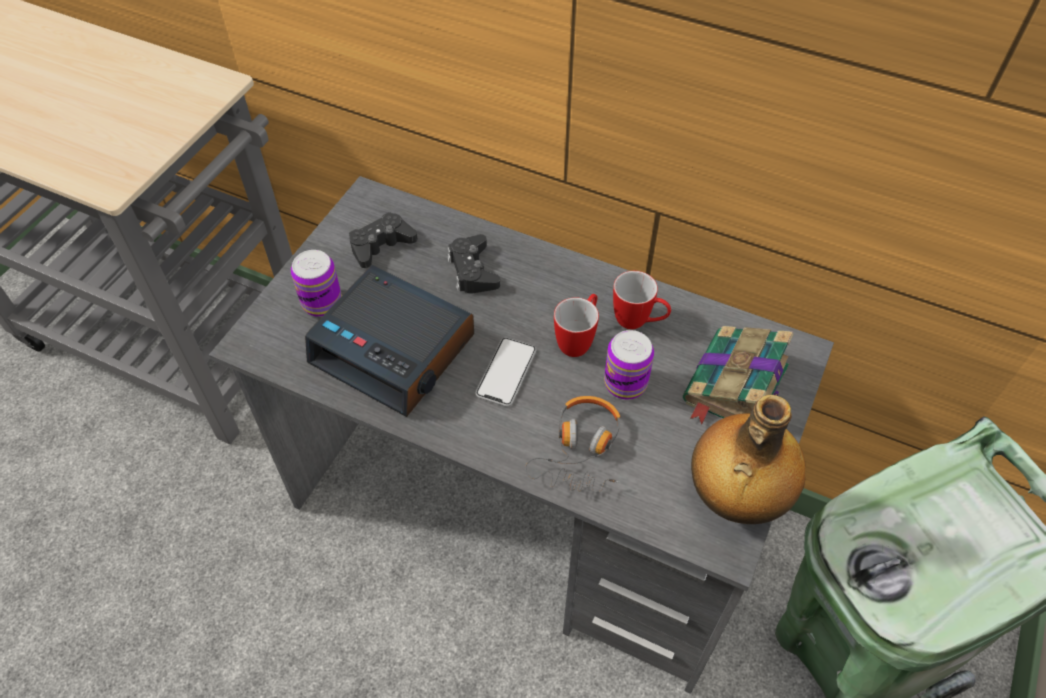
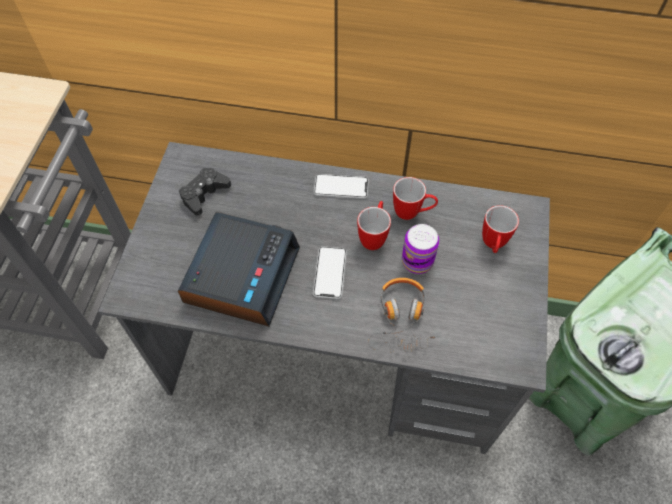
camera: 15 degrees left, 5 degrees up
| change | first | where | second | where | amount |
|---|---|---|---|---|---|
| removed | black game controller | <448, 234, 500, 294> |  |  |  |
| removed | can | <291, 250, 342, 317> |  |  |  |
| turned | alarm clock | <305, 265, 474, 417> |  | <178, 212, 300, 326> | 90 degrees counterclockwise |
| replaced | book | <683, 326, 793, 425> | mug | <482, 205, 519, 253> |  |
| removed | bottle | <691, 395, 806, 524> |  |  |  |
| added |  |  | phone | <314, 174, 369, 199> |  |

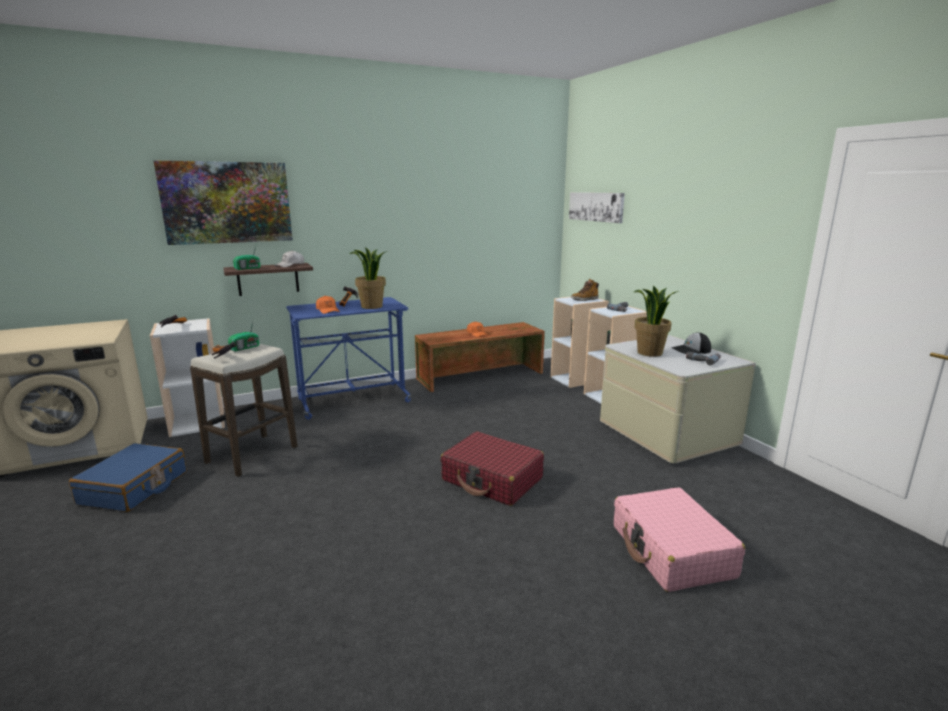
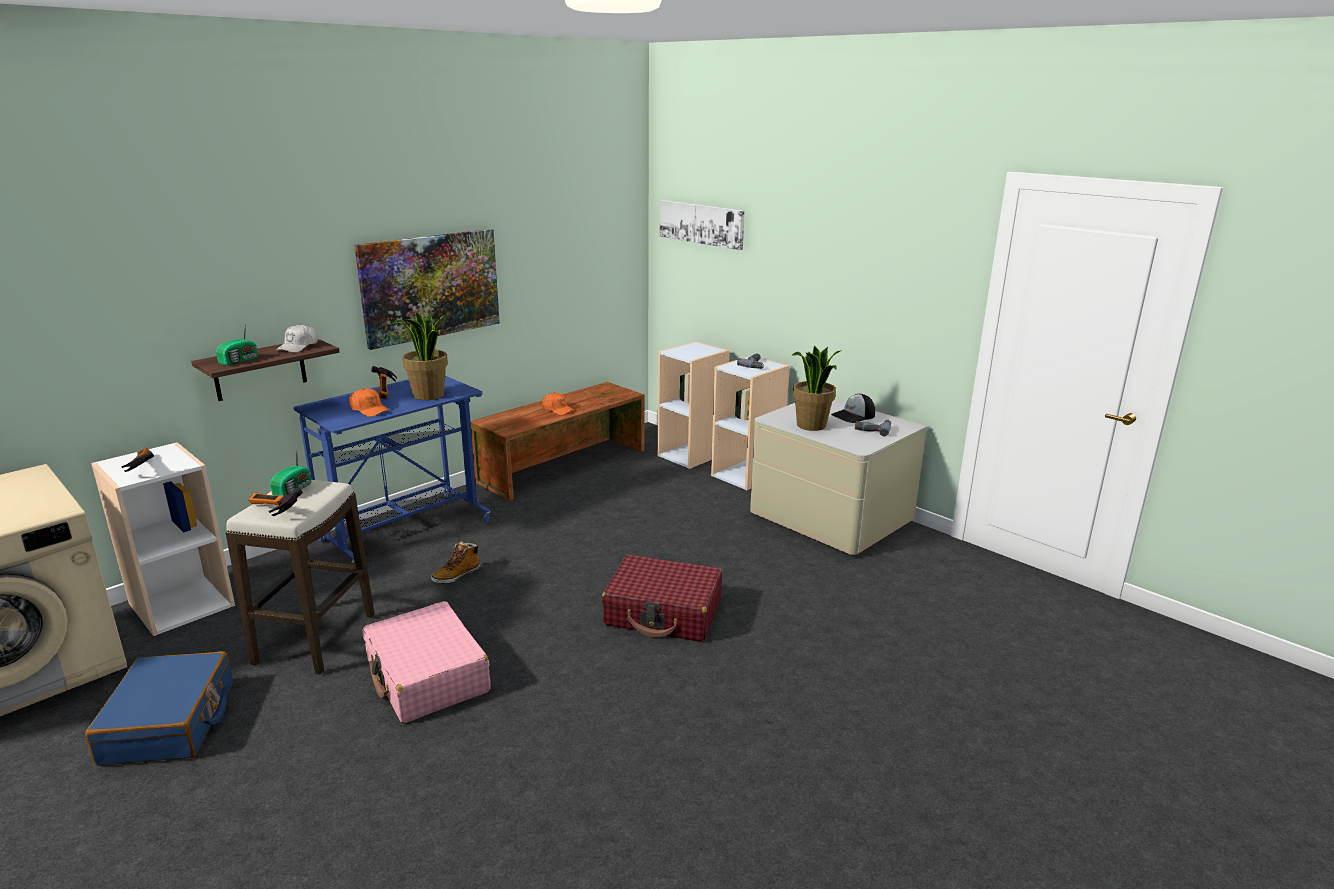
camera: 20 degrees left, 5 degrees up
| change | first | where | second | where | amount |
|---|---|---|---|---|---|
| moved | picture | <153, 160, 293, 245> |  | <355, 229, 500, 350> |  |
| moved | boot | <571, 279, 599, 301> |  | <431, 541, 480, 584> |  |
| moved | pink suitcase | <614, 487, 745, 592> |  | <362, 601, 491, 723> |  |

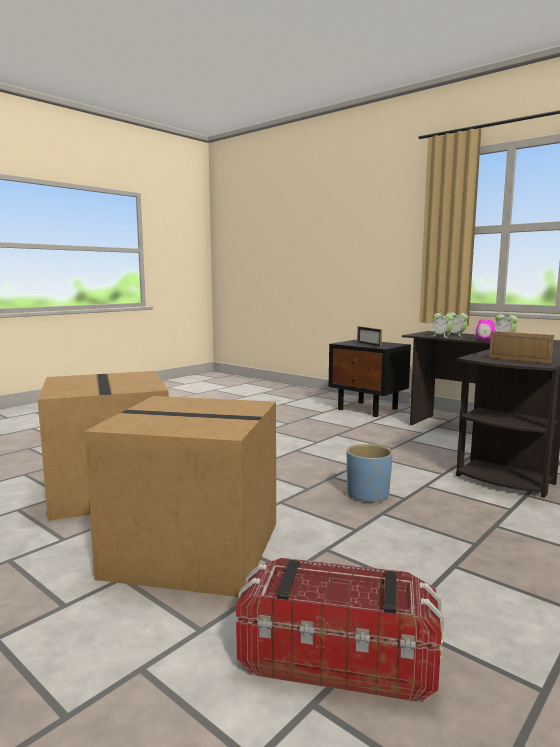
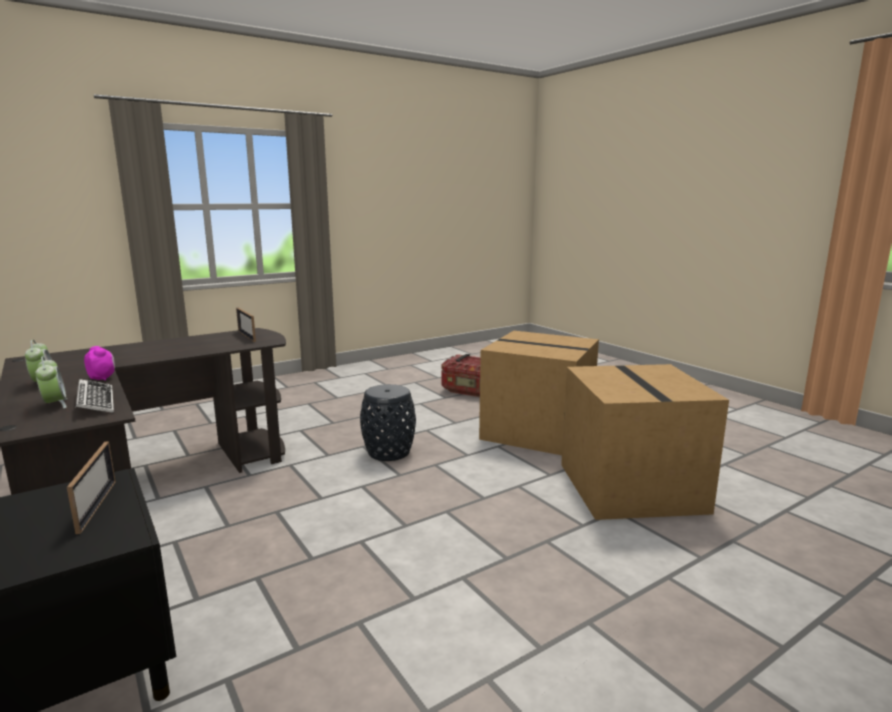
camera: 165 degrees left, 5 degrees up
| change | first | where | second | where | amount |
|---|---|---|---|---|---|
| replaced | alarm clock | <432, 310, 454, 337> | keyboard | <75, 379, 114, 413> |  |
| replaced | blue planter | <347, 444, 393, 503> | black stool | <360, 384, 416, 461> |  |

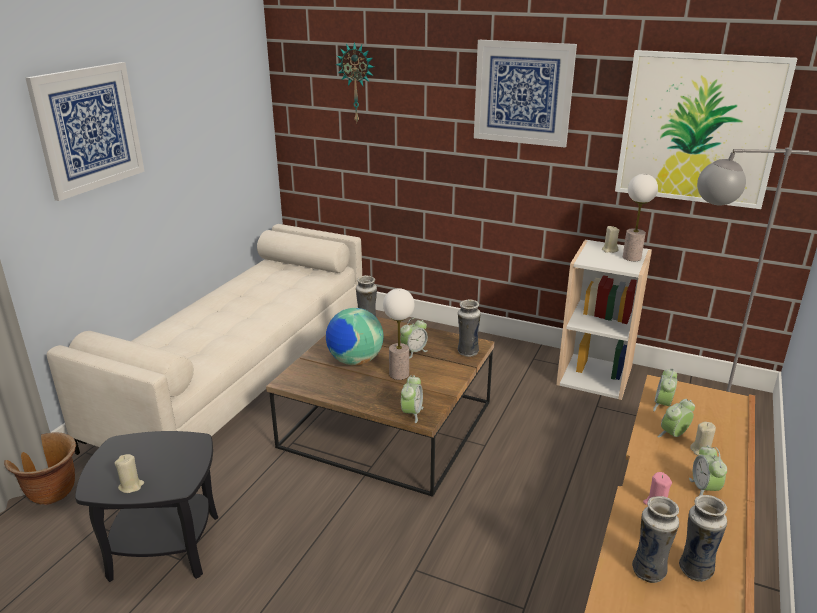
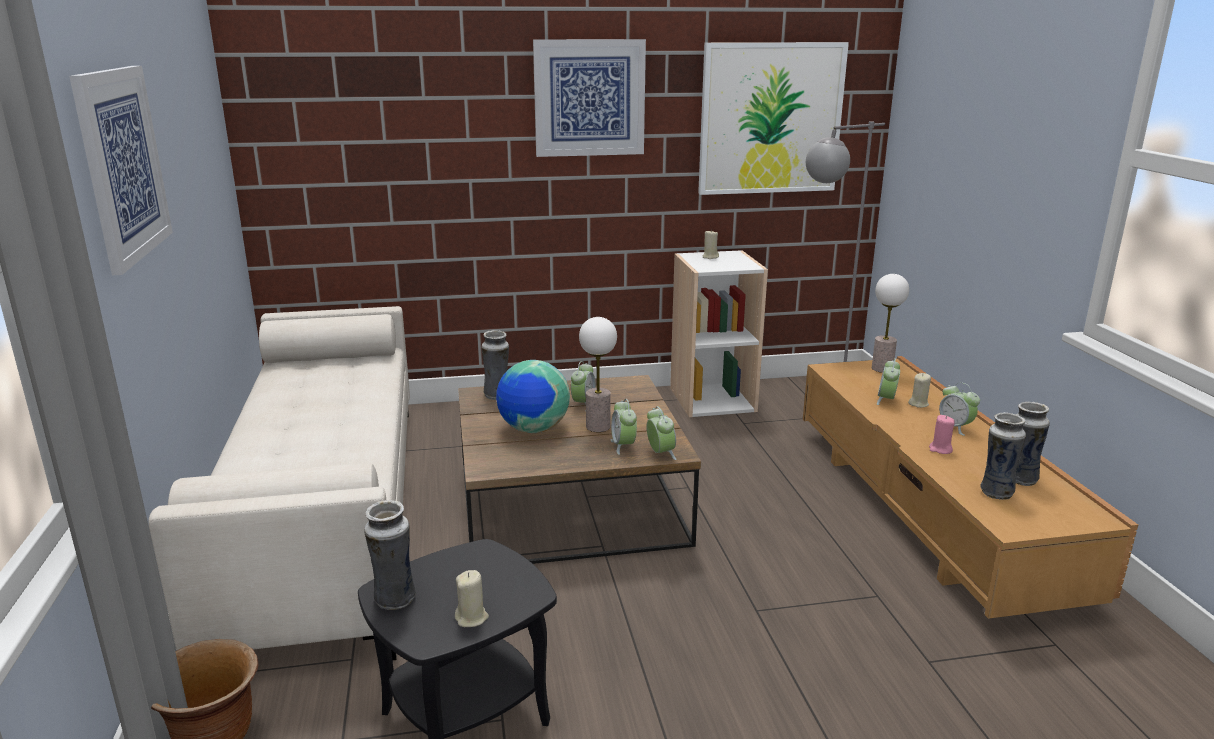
camera: 35 degrees left, 5 degrees down
| change | first | where | second | where | amount |
|---|---|---|---|---|---|
| removed | wall clock | <336, 42, 374, 123> |  |  |  |
| moved | table lamp | <623, 174, 658, 261> |  | <872, 274, 909, 373> |  |
| moved | vase | <458, 299, 481, 357> |  | <364, 500, 416, 610> |  |
| moved | alarm clock | <653, 369, 677, 412> |  | <611, 399, 637, 455> |  |

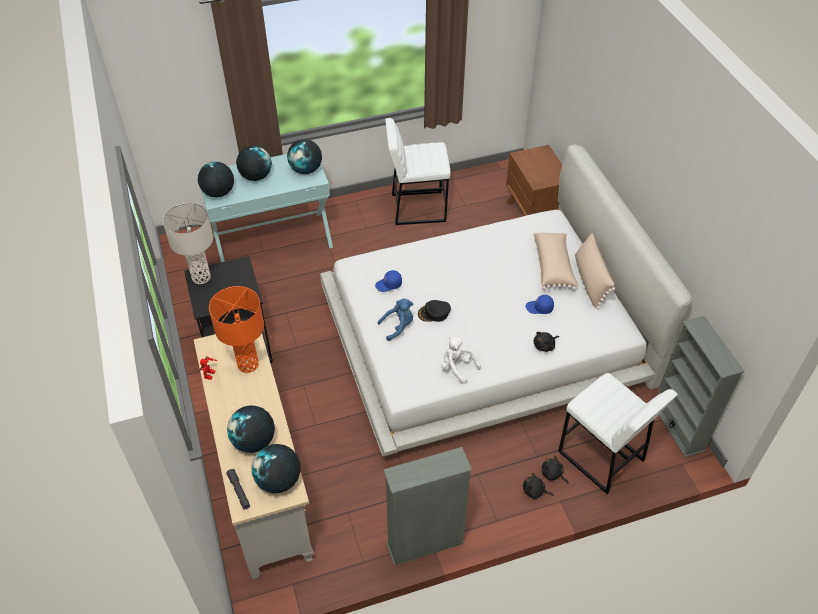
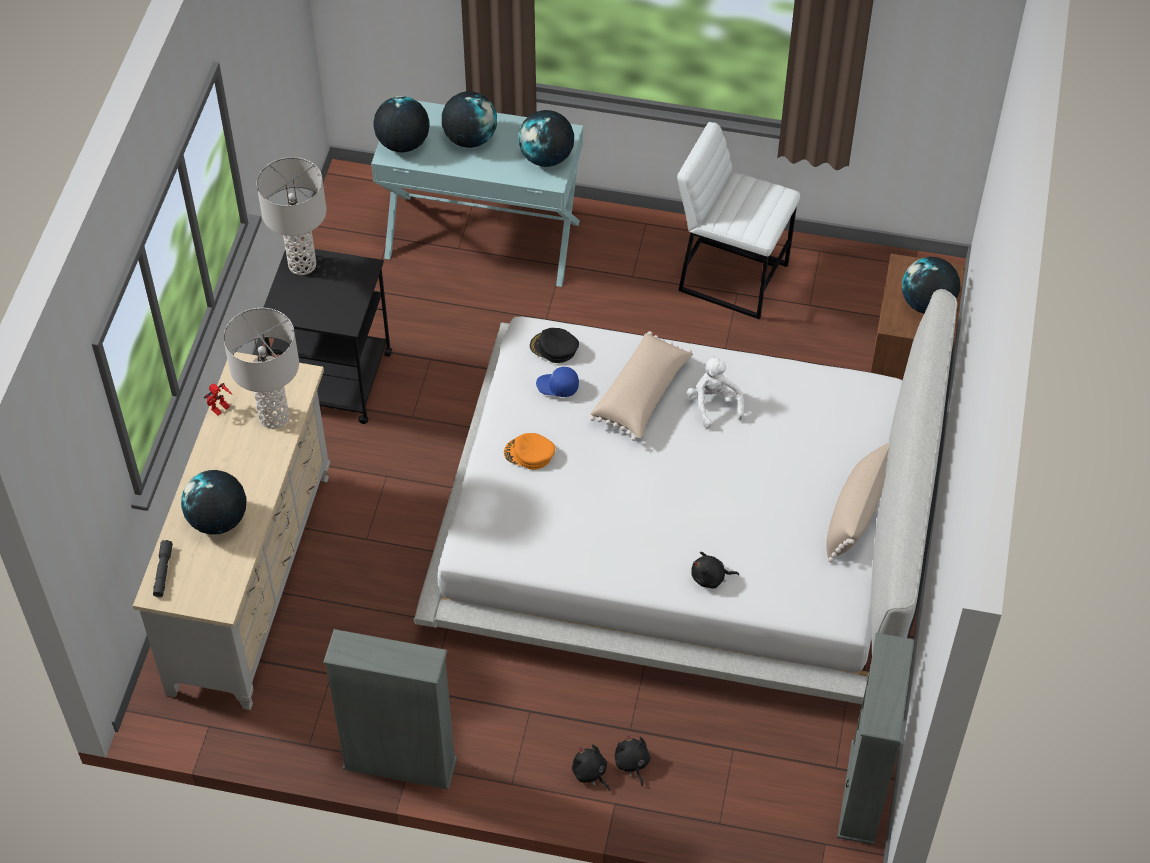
camera: 30 degrees right, 5 degrees up
| change | first | where | second | where | amount |
|---|---|---|---|---|---|
| moved | beige pillow | <534, 232, 578, 290> |  | <590, 331, 693, 441> |  |
| recoloured | orange table lamp | <209, 286, 264, 373> | white table lamp | <223, 308, 299, 429> |  |
| removed | blue cap | <526, 295, 554, 314> |  |  |  |
| replaced | blue plush toy | <377, 298, 414, 341> | orange cap | <504, 433, 555, 470> |  |
| moved | black cap | <418, 300, 451, 322> |  | <530, 328, 579, 363> |  |
| moved | white plush toy | <441, 337, 481, 384> |  | <687, 356, 744, 428> |  |
| removed | white chair | <558, 373, 678, 494> |  |  |  |
| moved | globe | <252, 444, 301, 493> |  | <902, 257, 960, 314> |  |

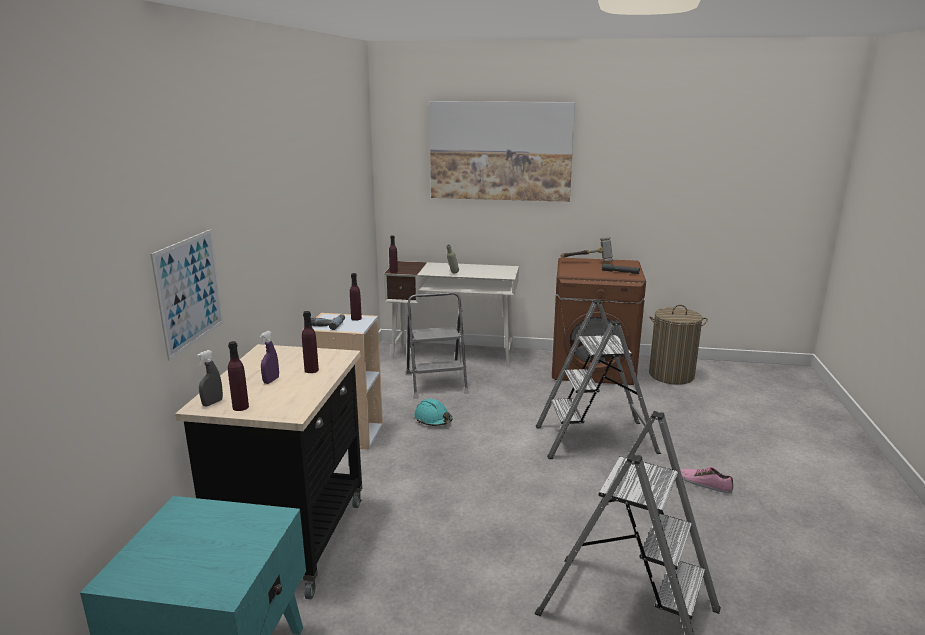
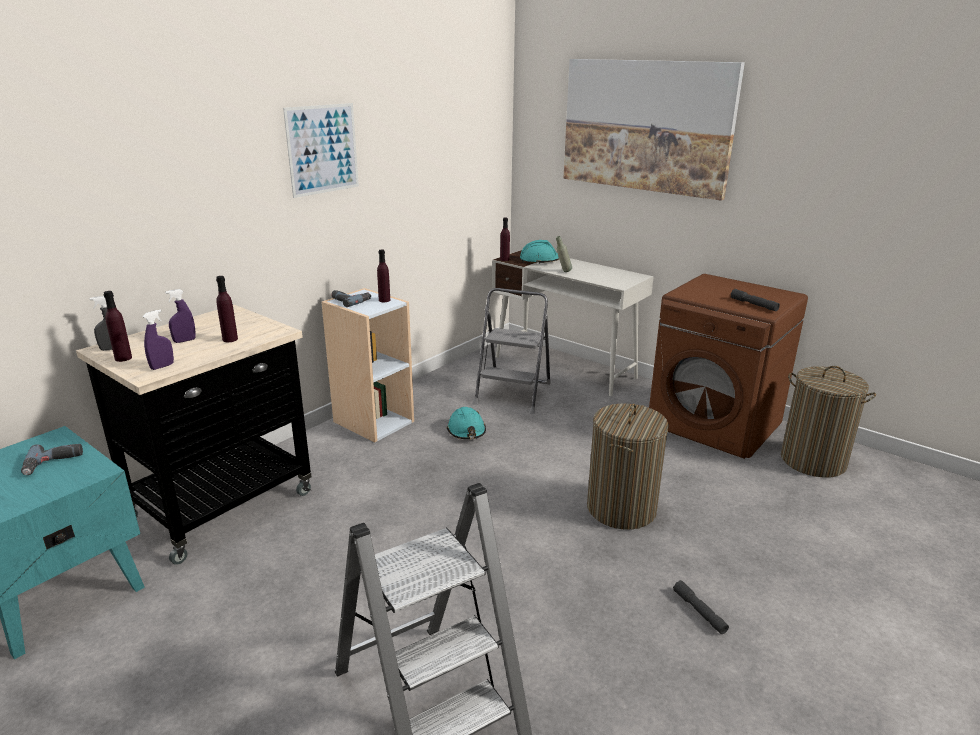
camera: 30 degrees right, 5 degrees up
| change | first | where | second | where | amount |
|---|---|---|---|---|---|
| moved | picture | <151, 229, 223, 360> |  | <283, 103, 359, 198> |  |
| removed | hammer | <560, 237, 613, 262> |  |  |  |
| replaced | grey step ladder | <536, 300, 661, 459> | laundry basket | <587, 403, 669, 530> |  |
| replaced | shoe | <680, 467, 733, 493> | grey flashlight | <673, 580, 729, 634> |  |
| added |  |  | turquoise hard hat | <520, 240, 559, 264> |  |
| added |  |  | purple spray bottle | <143, 310, 174, 370> |  |
| added |  |  | power drill | <21, 444, 83, 475> |  |

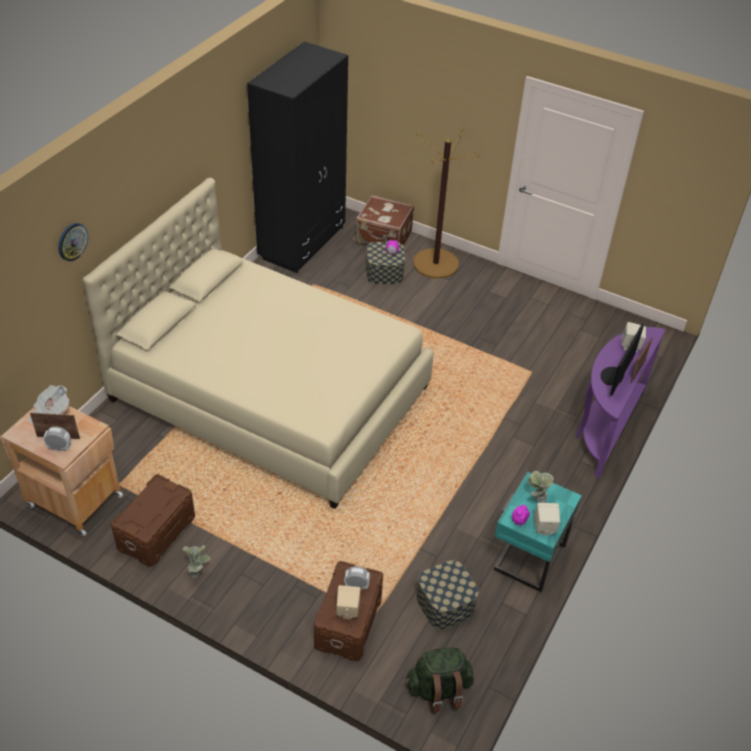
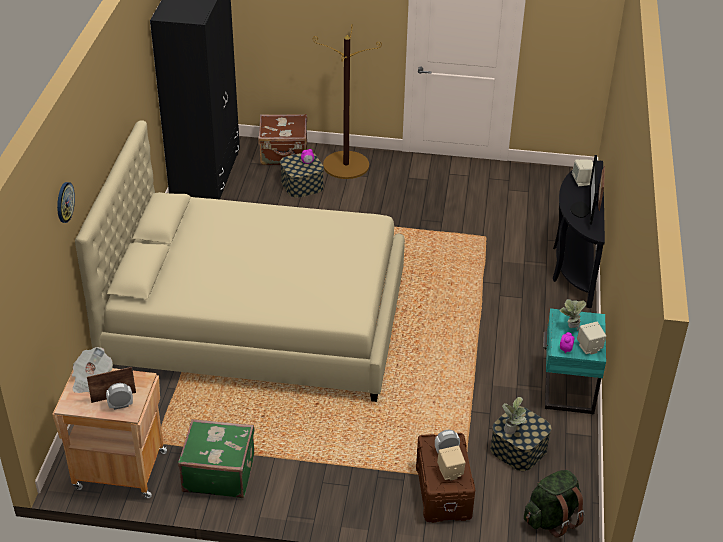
camera: 20 degrees left, 5 degrees down
| change | first | where | second | where | amount |
|---|---|---|---|---|---|
| recoloured | purple console table | <575, 327, 666, 478> | black console table | <553, 161, 605, 308> |  |
| replaced | brown storage box | <111, 474, 195, 567> | green suitcase | <178, 419, 255, 498> |  |
| moved | potted plant | <183, 545, 210, 578> |  | <502, 397, 526, 435> |  |

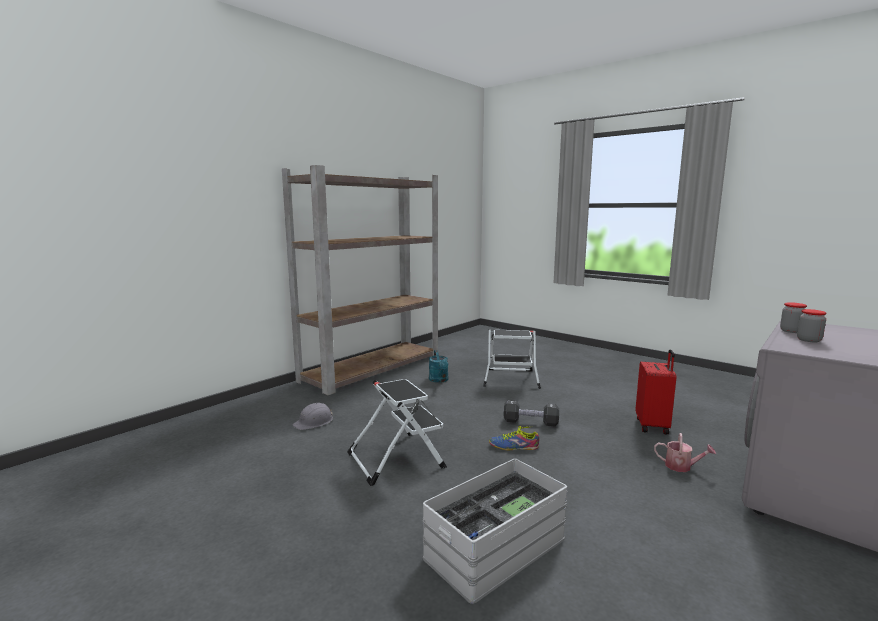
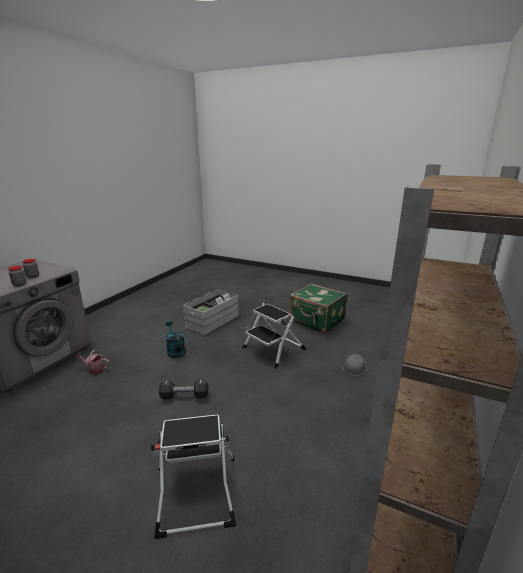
camera: 165 degrees right, 10 degrees up
| change | first | where | second | where | amount |
|---|---|---|---|---|---|
| moved | turquoise watering can | <429, 350, 449, 383> |  | <165, 321, 185, 358> |  |
| removed | red suitcase | <635, 350, 677, 435> |  |  |  |
| removed | shoe | <489, 426, 539, 450> |  |  |  |
| added |  |  | green suitcase | <290, 283, 348, 334> |  |

